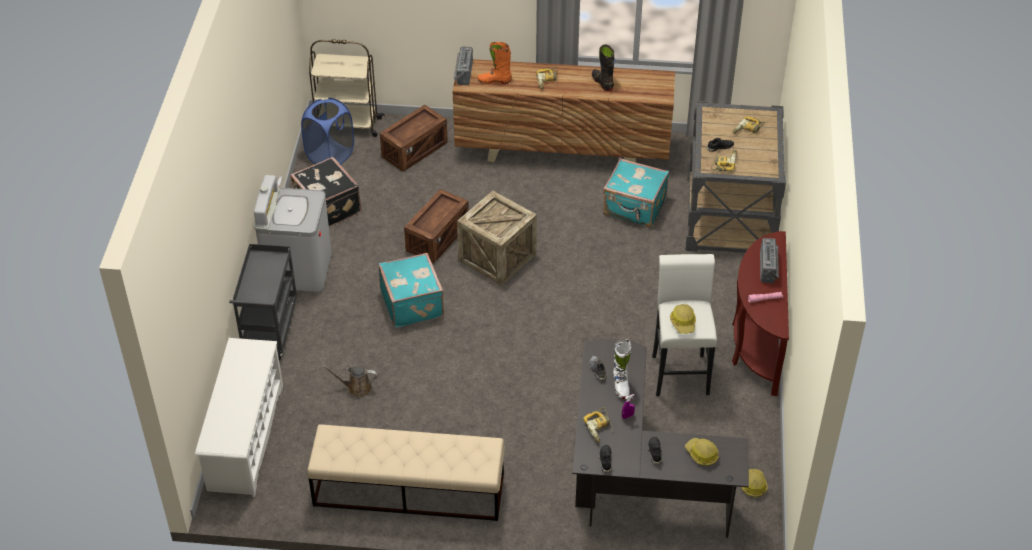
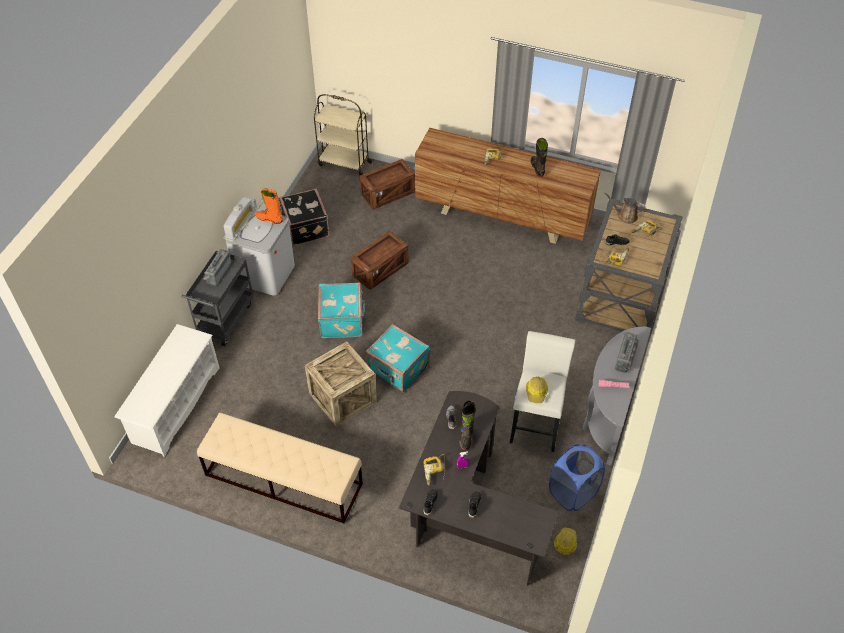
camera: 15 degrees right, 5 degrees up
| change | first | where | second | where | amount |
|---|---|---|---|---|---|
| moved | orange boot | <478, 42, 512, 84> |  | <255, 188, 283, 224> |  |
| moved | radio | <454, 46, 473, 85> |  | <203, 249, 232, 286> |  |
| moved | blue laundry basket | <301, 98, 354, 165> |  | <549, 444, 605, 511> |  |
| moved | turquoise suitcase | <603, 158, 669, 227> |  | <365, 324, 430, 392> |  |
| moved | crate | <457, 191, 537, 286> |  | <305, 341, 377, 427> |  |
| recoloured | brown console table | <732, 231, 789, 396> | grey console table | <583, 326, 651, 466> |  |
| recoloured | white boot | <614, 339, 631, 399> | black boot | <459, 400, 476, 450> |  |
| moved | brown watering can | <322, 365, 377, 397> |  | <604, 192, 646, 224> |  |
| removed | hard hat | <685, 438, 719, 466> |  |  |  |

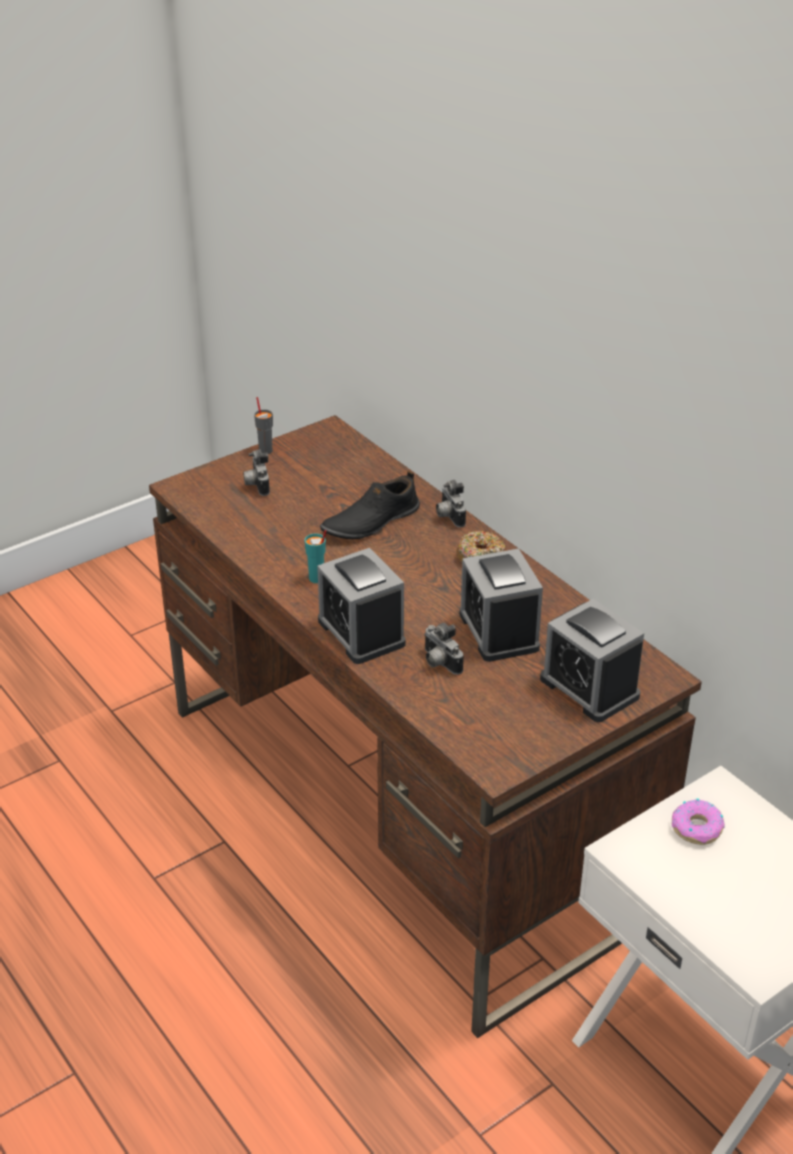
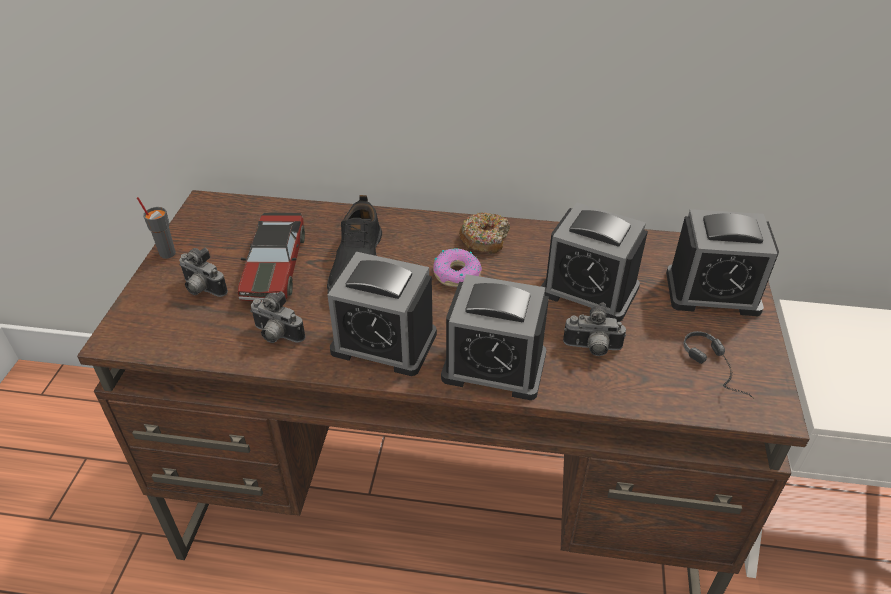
camera: 45 degrees left, 5 degrees up
| change | first | where | second | where | amount |
|---|---|---|---|---|---|
| moved | photo camera | <436, 480, 466, 527> |  | <250, 292, 305, 343> |  |
| replaced | turquoise cup | <304, 530, 326, 583> | alarm clock | <327, 252, 437, 376> |  |
| moved | donut | <672, 799, 725, 845> |  | <433, 248, 482, 287> |  |
| added |  |  | toy car | <238, 213, 305, 302> |  |
| added |  |  | headphones | <684, 331, 753, 398> |  |

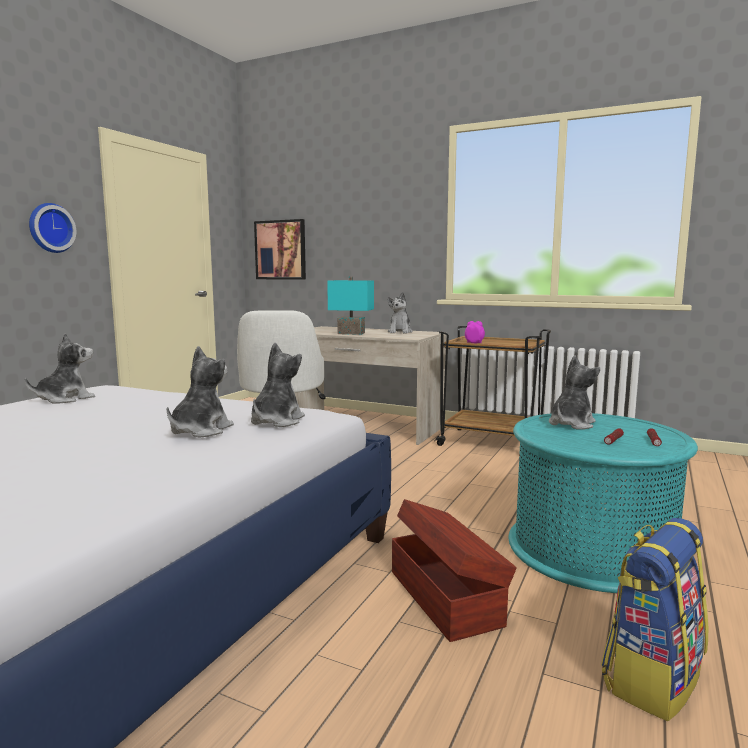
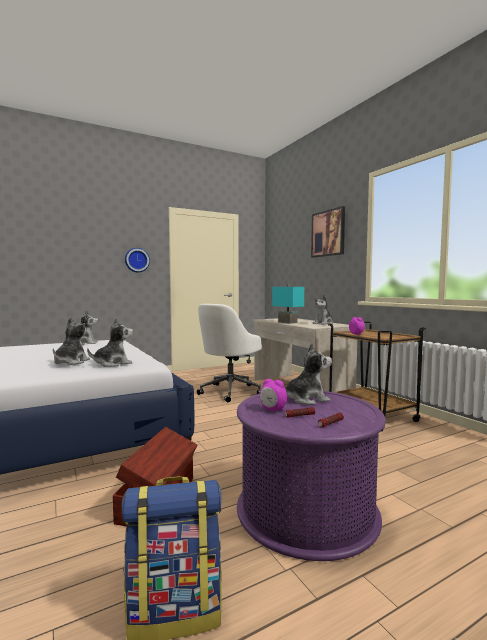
camera: 35 degrees right, 5 degrees down
| change | first | where | second | where | amount |
|---|---|---|---|---|---|
| moved | picture | <254, 219, 306, 280> |  | <311, 206, 345, 258> |  |
| turned | plush toy | <167, 346, 234, 438> |  | <53, 317, 90, 365> | 45 degrees counterclockwise |
| recoloured | turquoise coffee table | <508, 413, 698, 593> | purple coffee table | <237, 391, 386, 561> |  |
| added |  |  | alarm clock | <260, 379, 287, 411> |  |

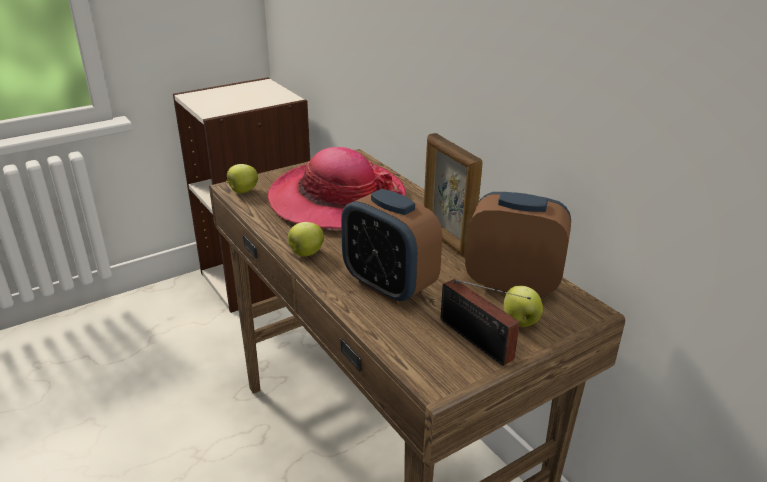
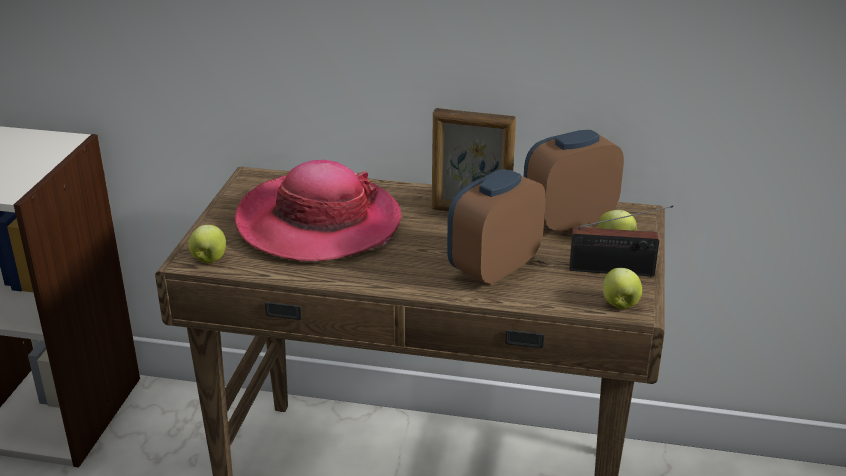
camera: 45 degrees left, 0 degrees up
| change | first | where | second | where | amount |
|---|---|---|---|---|---|
| turned | alarm clock | <341, 189, 442, 304> |  | <447, 169, 546, 286> | 135 degrees clockwise |
| moved | apple | <288, 222, 324, 257> |  | <603, 268, 642, 309> |  |

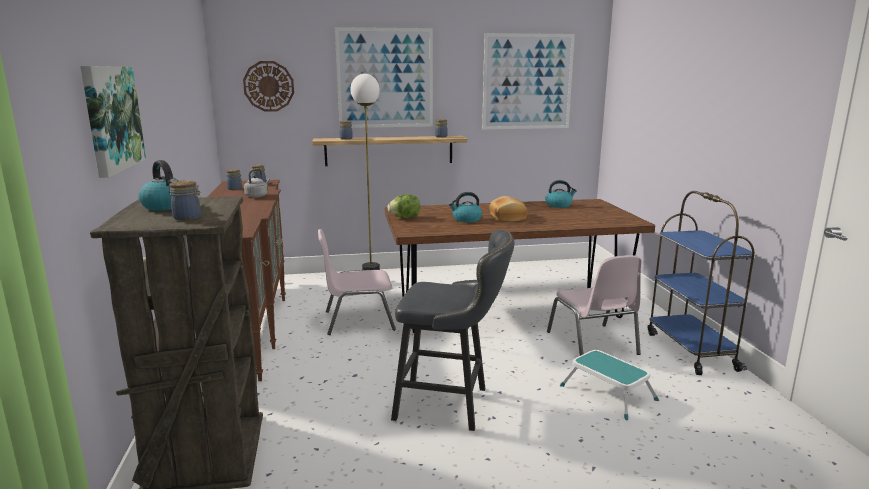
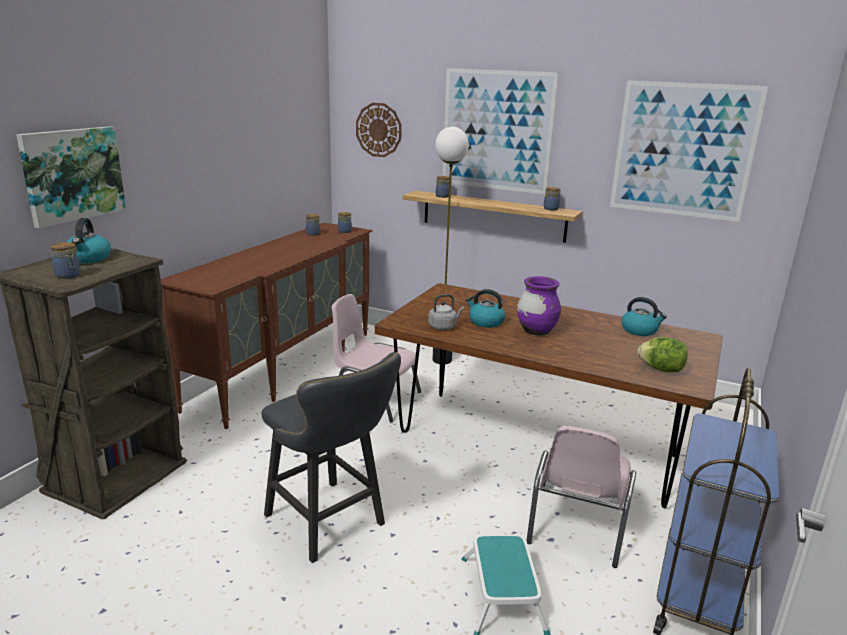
camera: 35 degrees right, 5 degrees up
| change | first | where | second | where | amount |
|---|---|---|---|---|---|
| moved | grey kettle | <244, 169, 270, 198> |  | <428, 294, 464, 330> |  |
| moved | lettuce | <388, 194, 420, 218> |  | <637, 337, 688, 372> |  |
| replaced | bread | <490, 196, 527, 222> | purple vase | <517, 276, 561, 336> |  |

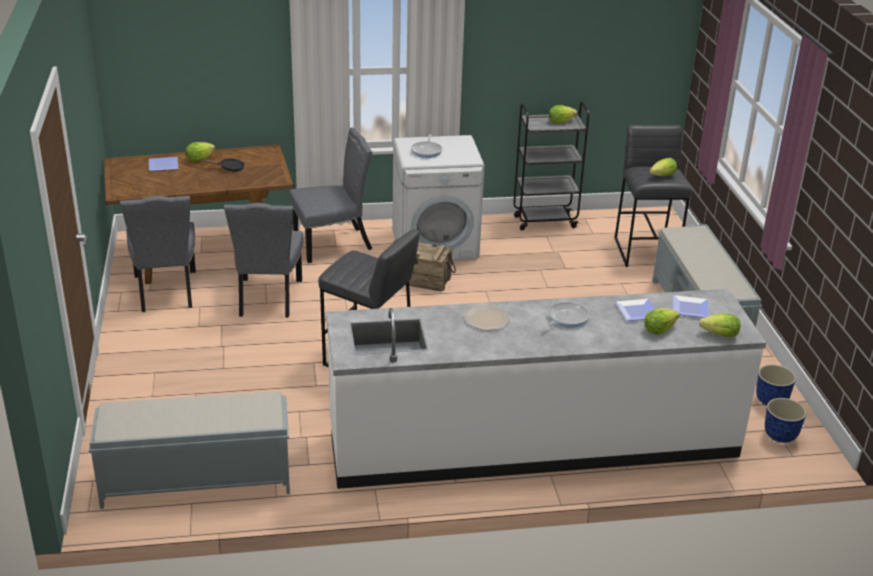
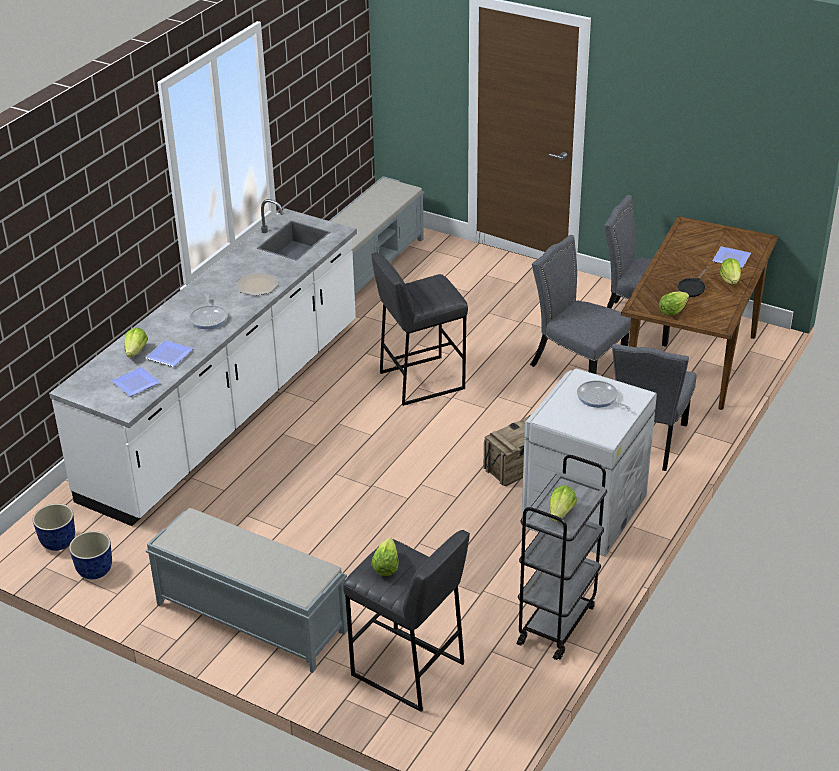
camera: 130 degrees right, 5 degrees up
| change | first | where | second | where | amount |
|---|---|---|---|---|---|
| moved | lettuce | <699, 313, 741, 337> |  | <659, 291, 689, 316> |  |

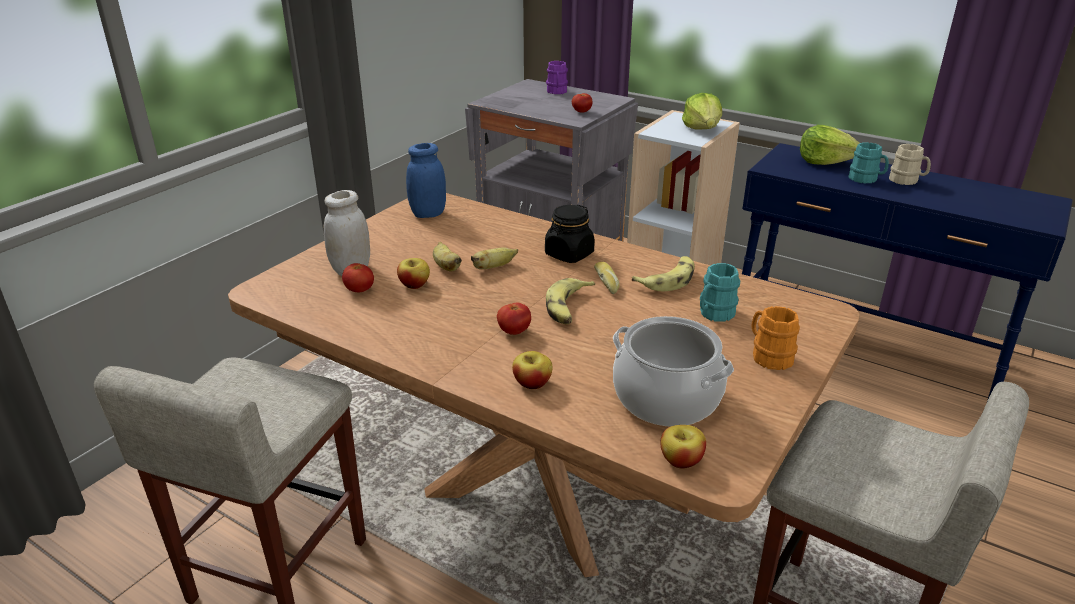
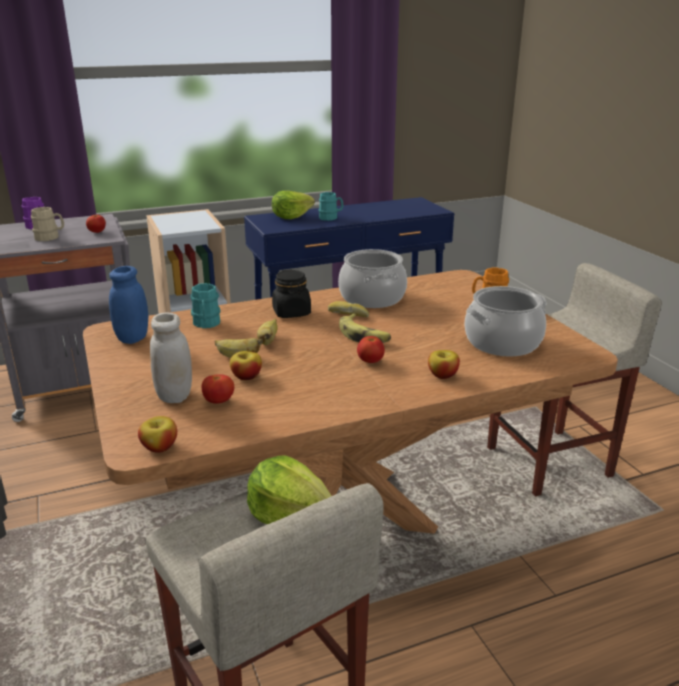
camera: 55 degrees left, 5 degrees down
| change | first | where | second | where | amount |
|---|---|---|---|---|---|
| moved | lettuce | <682, 93, 722, 130> |  | <247, 455, 332, 524> |  |
| moved | beige mug | <889, 144, 931, 185> |  | <31, 207, 64, 241> |  |
| replaced | banana | <632, 256, 695, 291> | cooking pot | <338, 249, 407, 308> |  |
| moved | turquoise mug | <700, 263, 740, 322> |  | <190, 283, 221, 328> |  |
| moved | apple | <660, 425, 706, 469> |  | <138, 416, 177, 453> |  |

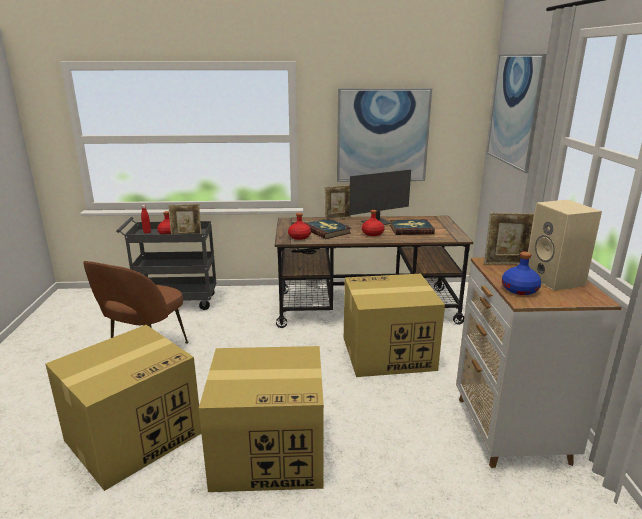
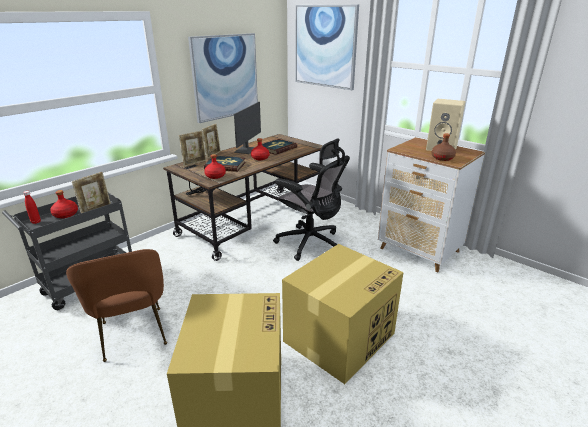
camera: 45 degrees left, 5 degrees up
| change | first | where | second | where | amount |
|---|---|---|---|---|---|
| moved | picture frame | <484, 213, 534, 264> |  | <179, 131, 206, 167> |  |
| recoloured | blue bottle | <502, 252, 541, 295> | brown bottle | <431, 134, 456, 161> |  |
| replaced | cardboard box | <344, 274, 445, 377> | office chair | <273, 138, 350, 261> |  |

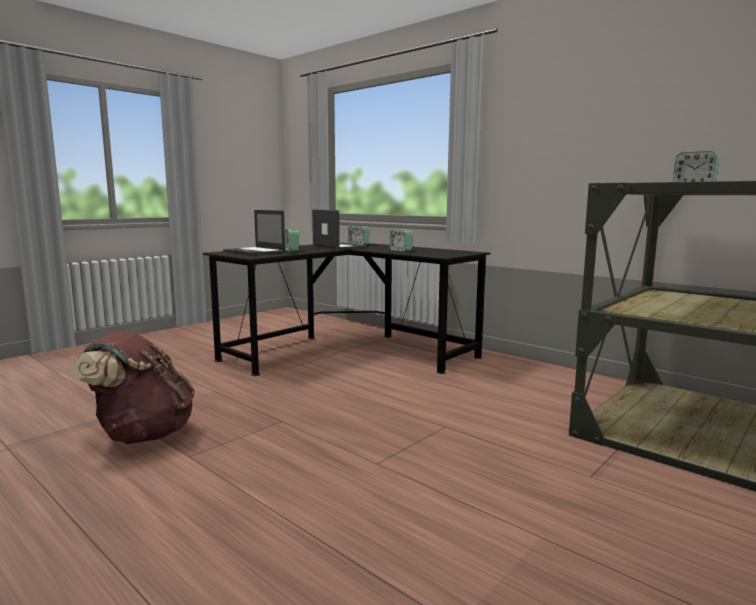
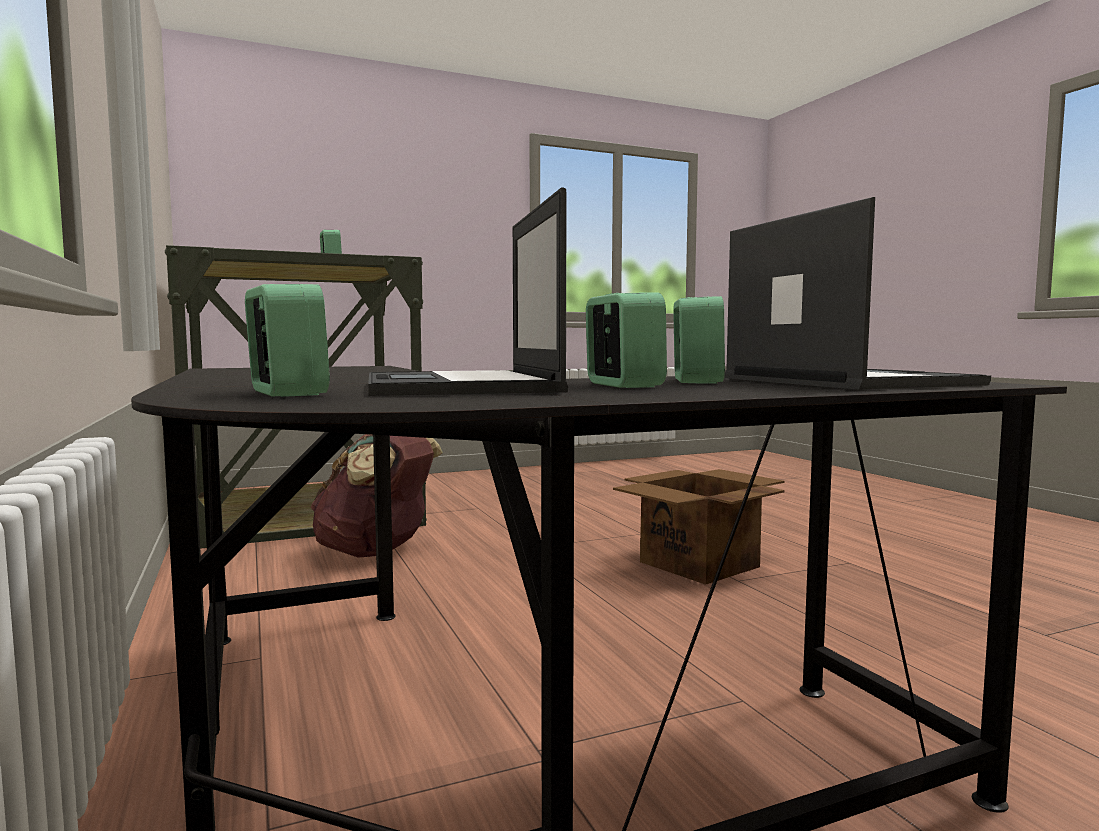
camera: 155 degrees left, 5 degrees down
| change | first | where | second | where | amount |
|---|---|---|---|---|---|
| moved | alarm clock | <389, 230, 413, 252> |  | <586, 292, 667, 388> |  |
| moved | brown backpack | <72, 331, 195, 444> |  | <311, 434, 443, 558> |  |
| added |  |  | cardboard box | <613, 469, 785, 585> |  |

